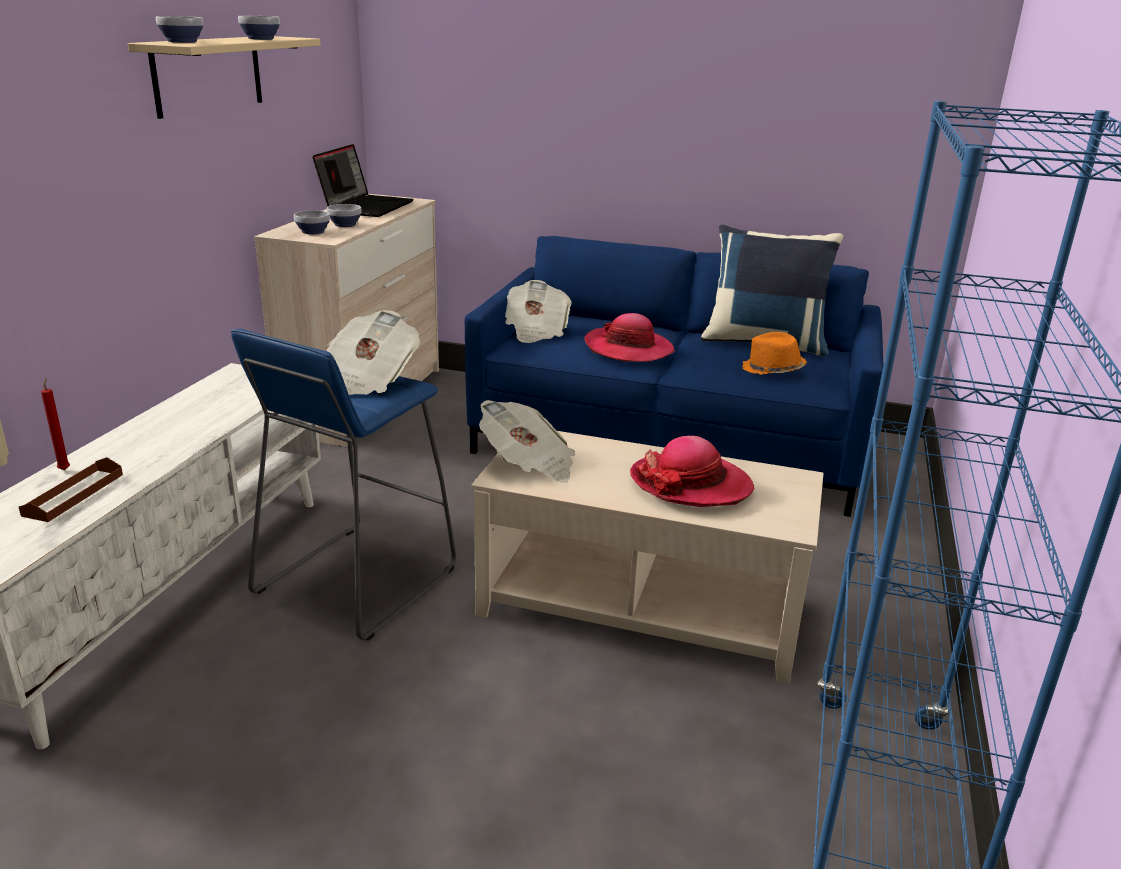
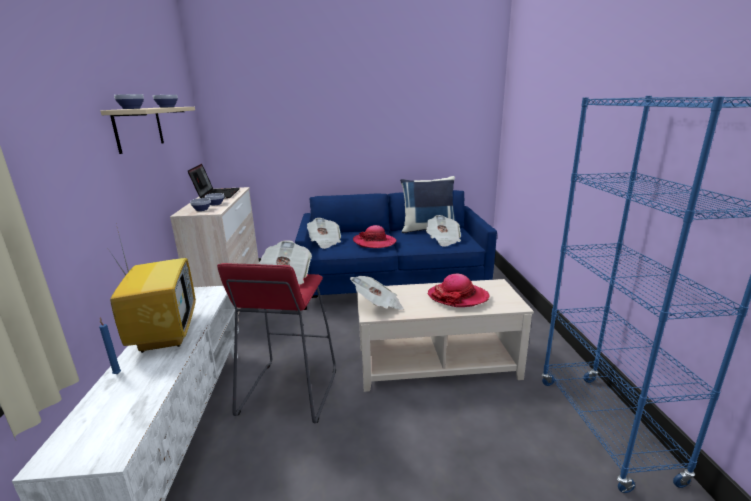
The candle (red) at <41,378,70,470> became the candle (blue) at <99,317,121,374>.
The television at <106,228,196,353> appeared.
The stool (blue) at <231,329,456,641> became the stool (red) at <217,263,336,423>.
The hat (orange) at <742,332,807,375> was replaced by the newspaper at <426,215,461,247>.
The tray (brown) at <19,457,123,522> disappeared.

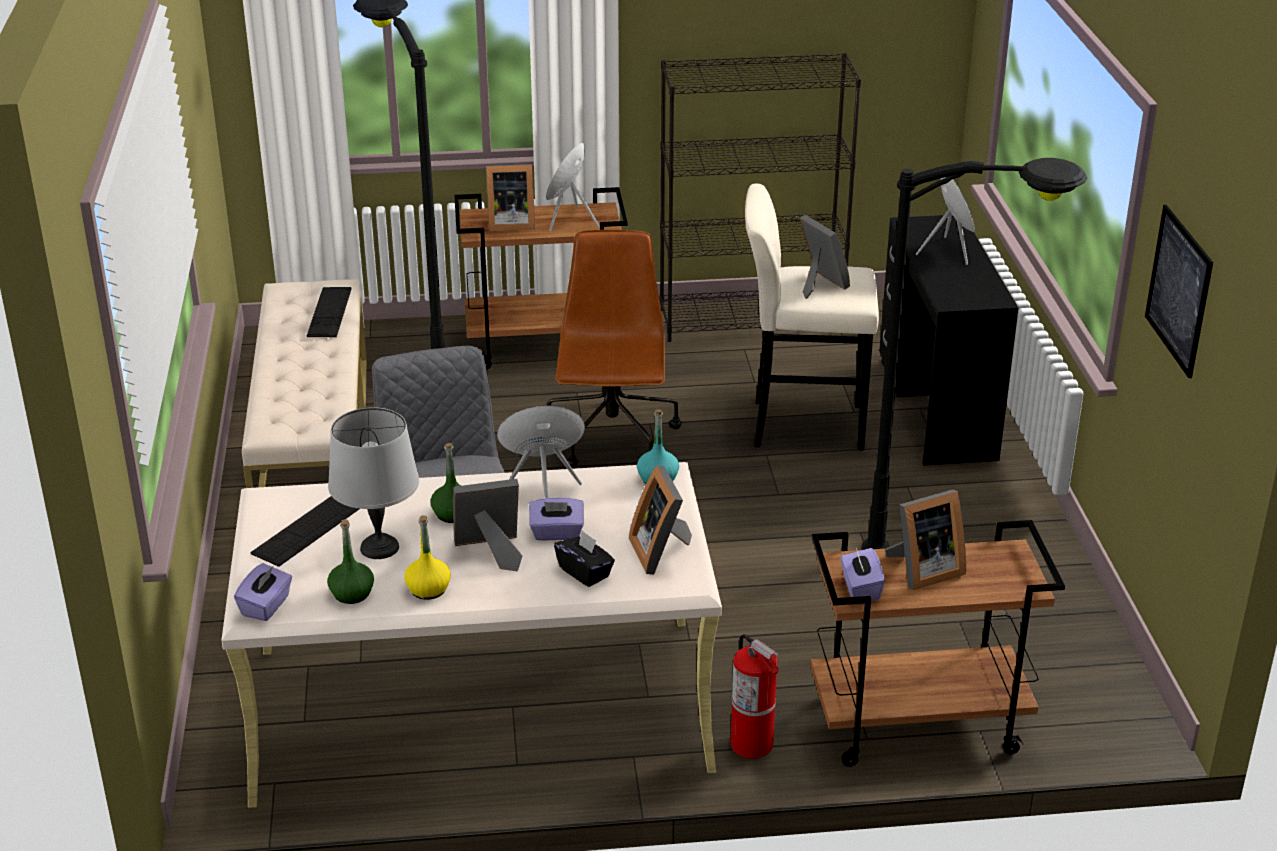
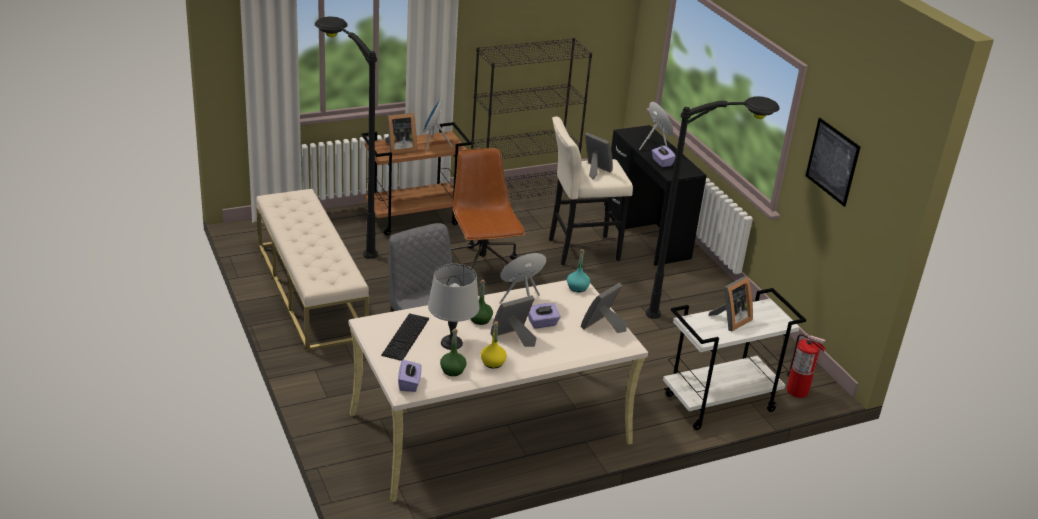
The picture frame at <629,465,692,575> turned 75 degrees clockwise.
The tissue box (purple) moved from <840,548,885,601> to <652,144,676,167>.
The cart (brown) at <810,520,1065,767> became the cart (white) at <663,288,806,430>.
The fire extinguisher moved from <731,634,779,759> to <786,334,827,398>.
The keyboard at <307,287,352,337> disappeared.
The tissue box (black) at <554,530,615,587> disappeared.

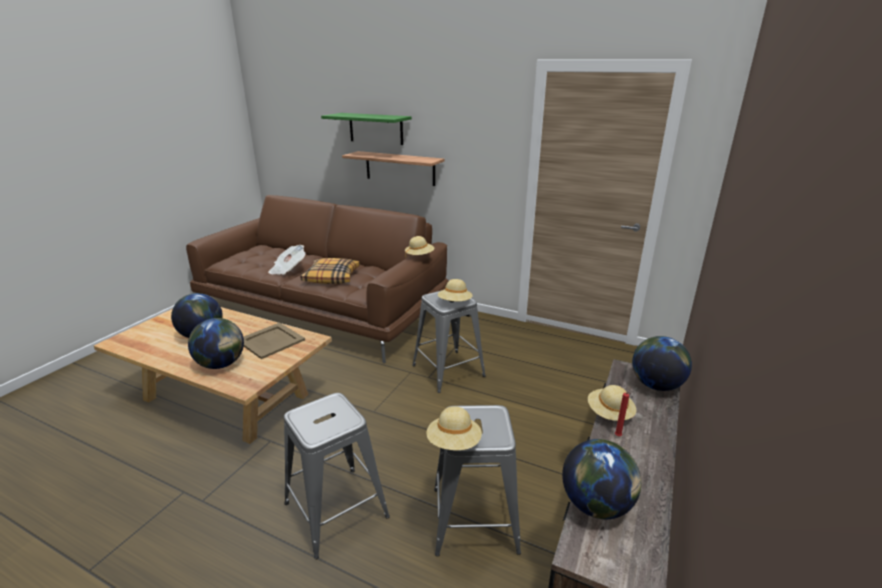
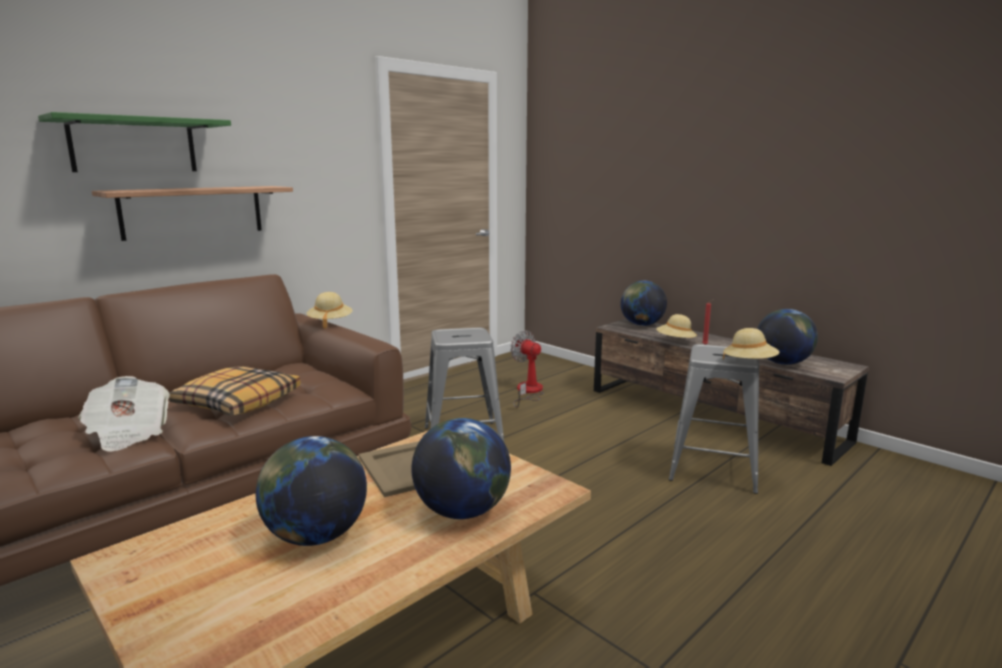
The fan at <510,330,544,407> appeared.
The stool (grey) at <284,393,390,559> disappeared.
The hat (beige) at <438,279,473,301> disappeared.

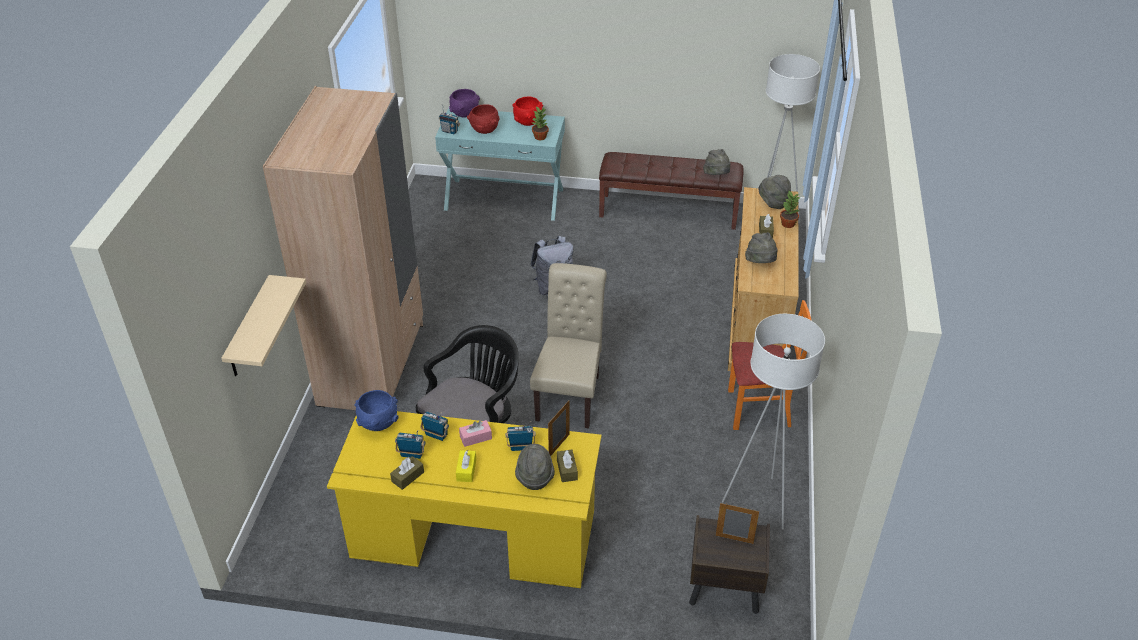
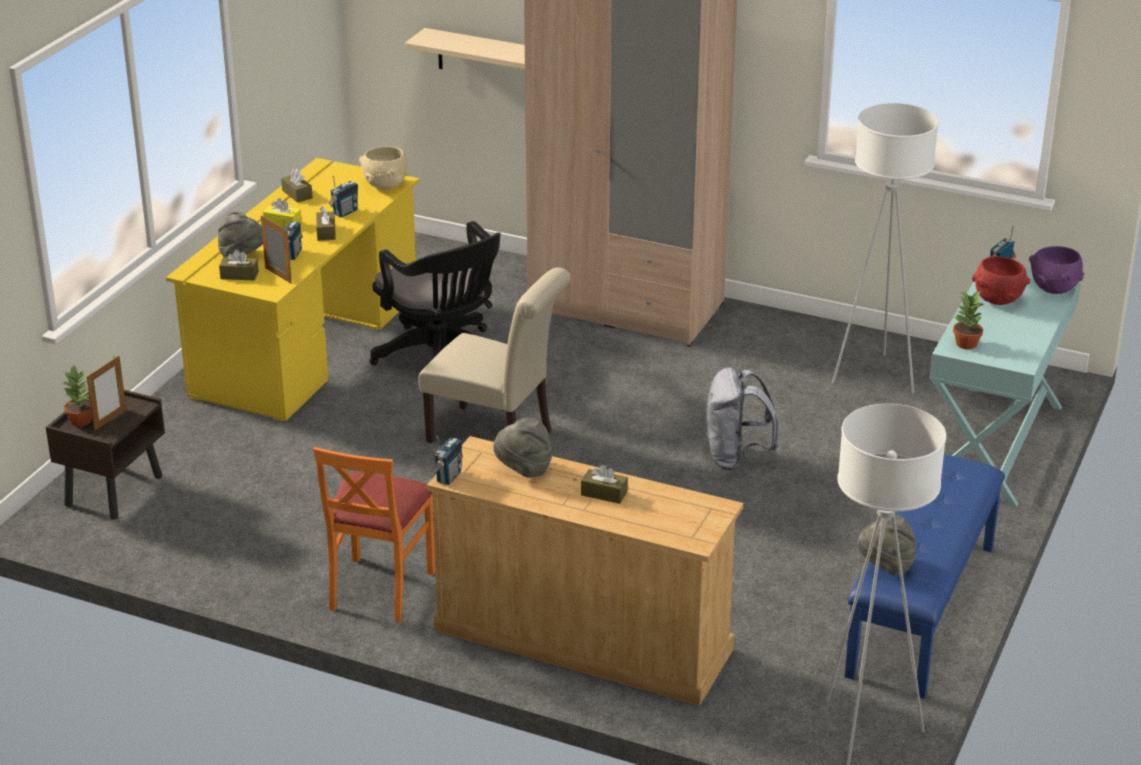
The potted plant moved from <780,191,800,228> to <63,365,92,427>.
The tissue box (pink) at <459,420,492,447> became the tissue box (brown) at <316,206,336,241>.
The bowl (blue) at <354,390,398,431> became the bowl (beige) at <359,146,410,190>.
The radio moved from <395,430,426,459> to <431,436,463,485>.
The floor lamp (white) moved from <722,314,825,530> to <832,103,939,393>.
The bench (brown) at <599,152,744,230> became the bench (blue) at <845,454,1005,699>.
The bowl (red) at <513,96,543,126> disappeared.
The hat (grey) at <759,175,791,209> disappeared.

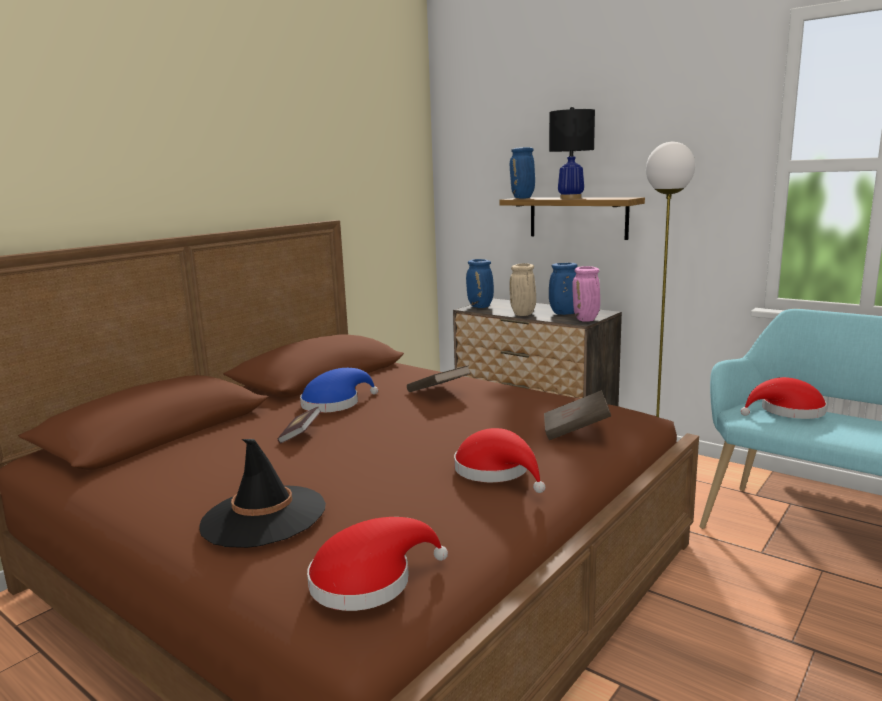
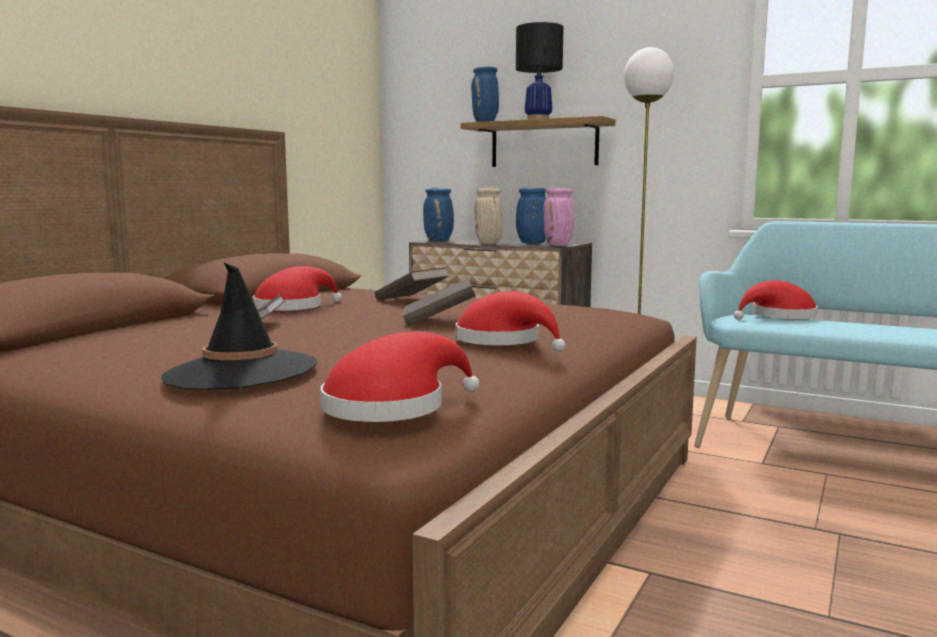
The hat (blue) at <300,368,378,413> became the hat (red) at <253,266,342,311>.
The book (brown) moved from <544,390,611,440> to <403,278,476,326>.

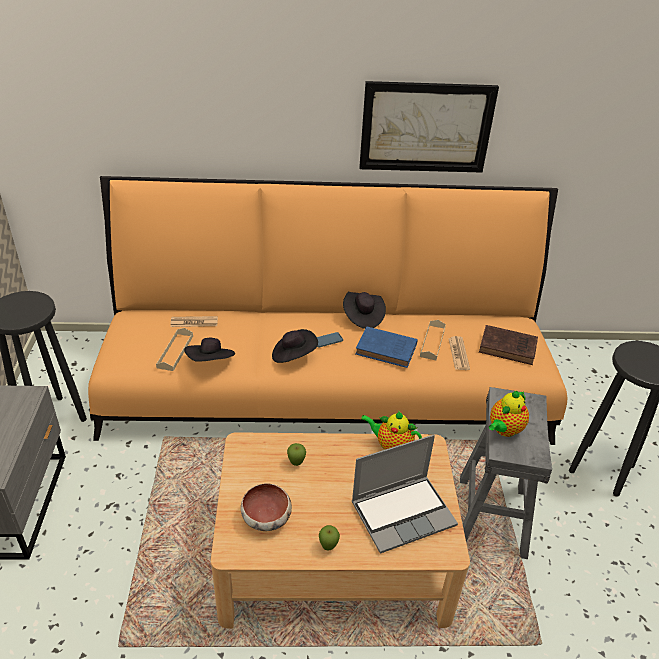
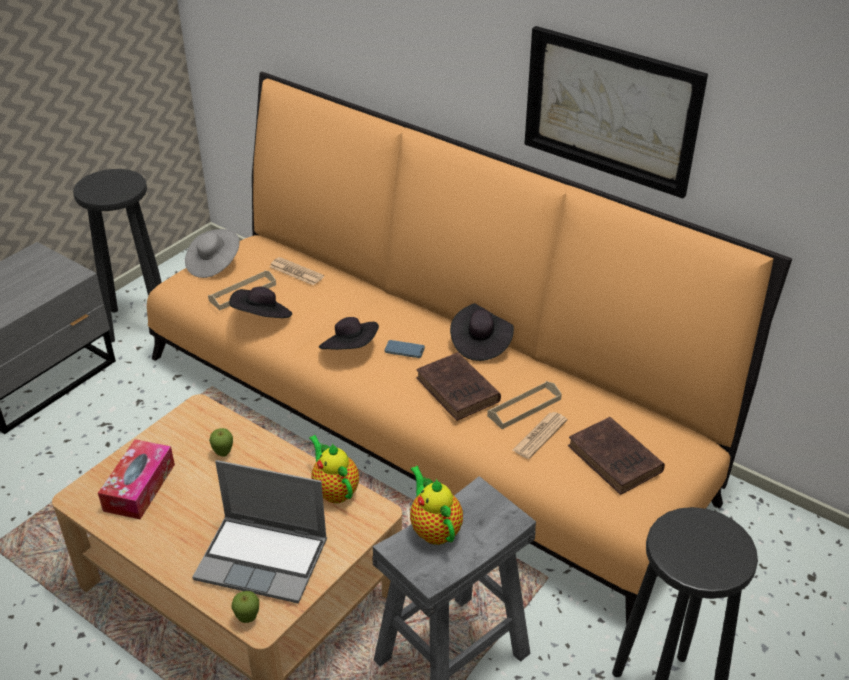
The bowl at <241,483,292,531> was replaced by the tissue box at <98,439,175,519>.
The hat (grey) at <185,229,240,278> appeared.
The apple moved from <319,525,340,551> to <232,591,259,623>.
The teapot at <489,391,529,437> turned 75 degrees clockwise.
The book (blue) at <355,327,418,368> became the book (brown) at <416,352,501,421>.

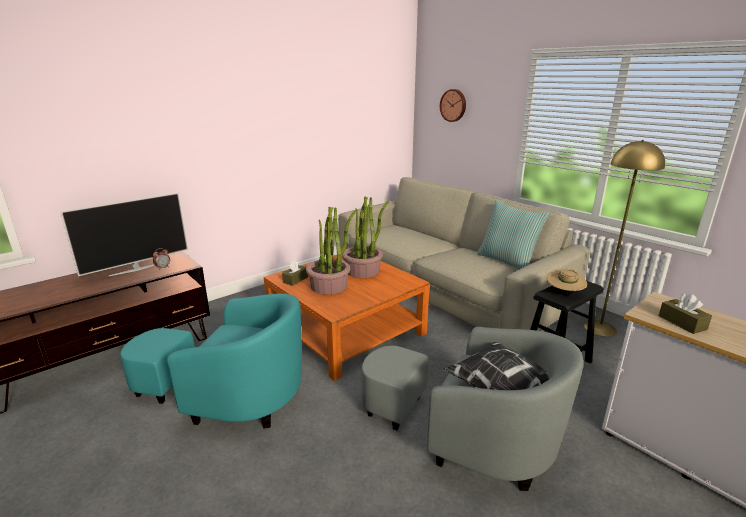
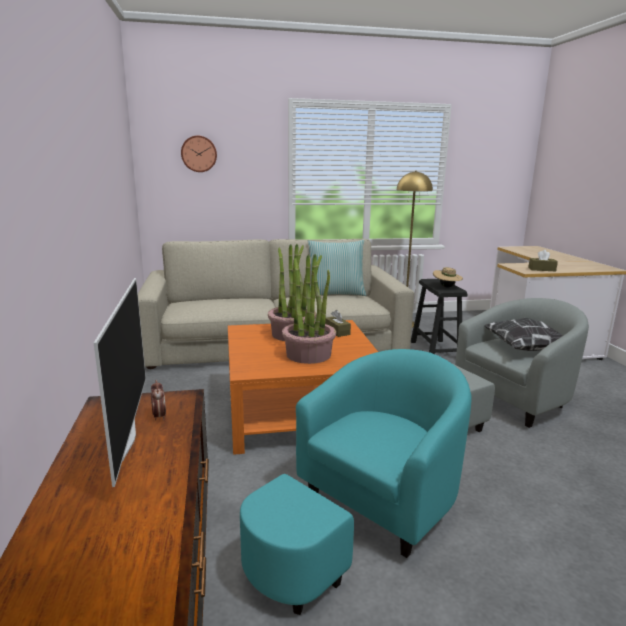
The tissue box (brown) moved from <282,261,308,286> to <325,310,351,337>.

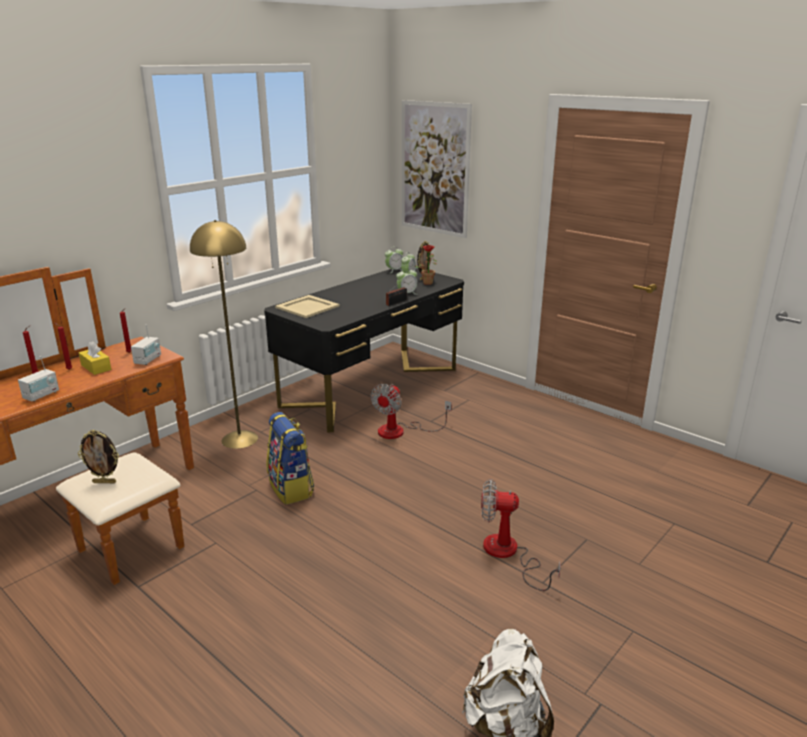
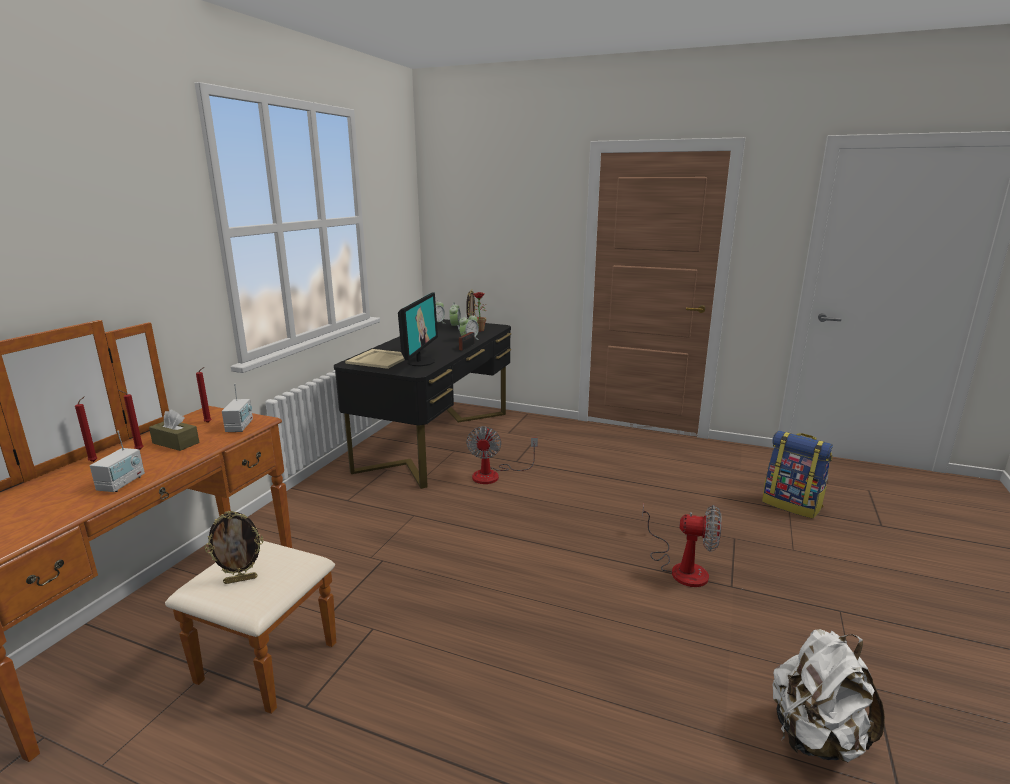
The tissue box (yellow) at <79,341,111,375> became the tissue box (brown) at <149,409,199,451>.
The monitor at <398,292,438,367> appeared.
The fan at <481,479,561,591> turned 150 degrees counterclockwise.
The backpack moved from <267,412,315,505> to <762,431,833,519>.
The floor lamp (yellow) at <190,220,258,449> disappeared.
The picture at <402,100,472,238> disappeared.

